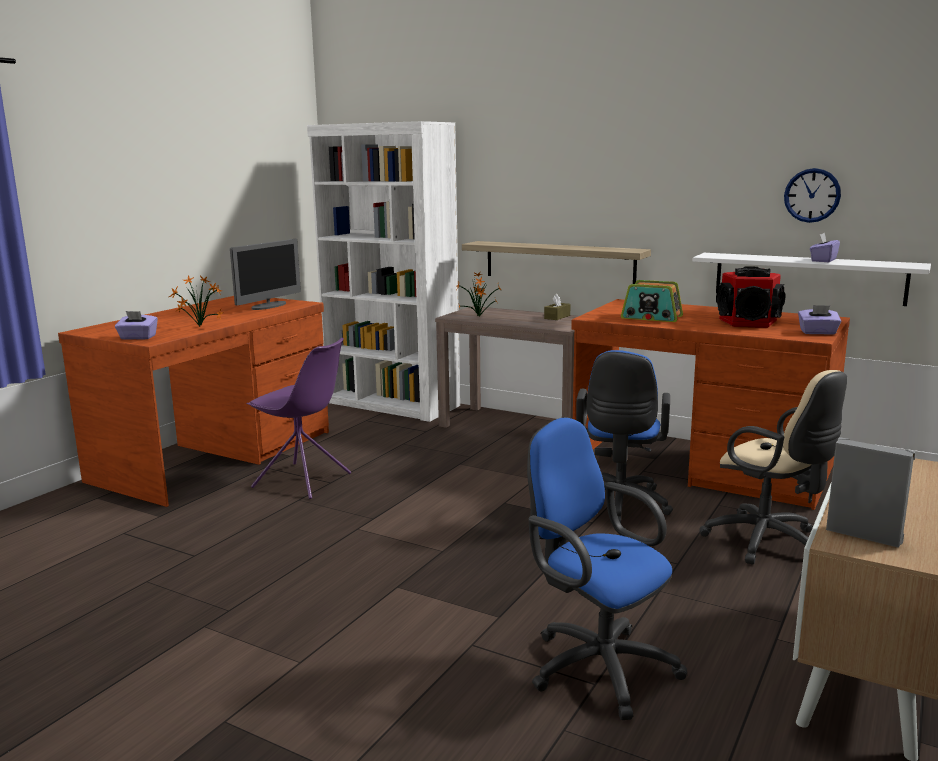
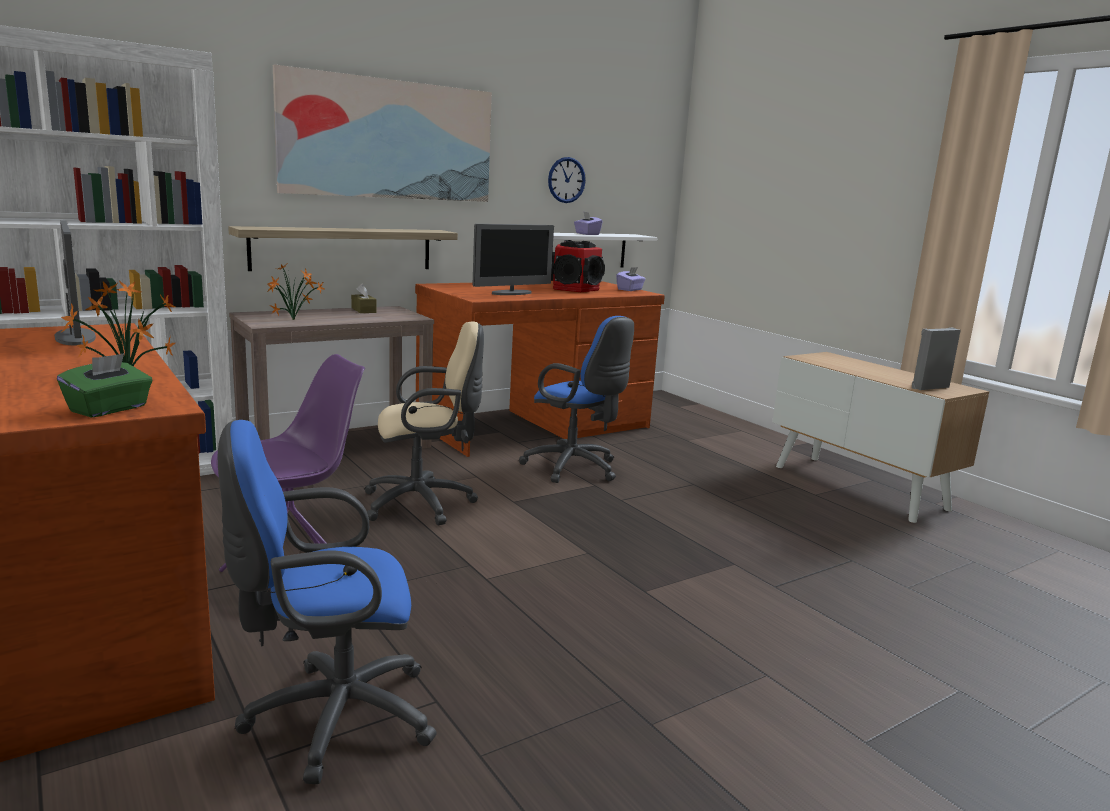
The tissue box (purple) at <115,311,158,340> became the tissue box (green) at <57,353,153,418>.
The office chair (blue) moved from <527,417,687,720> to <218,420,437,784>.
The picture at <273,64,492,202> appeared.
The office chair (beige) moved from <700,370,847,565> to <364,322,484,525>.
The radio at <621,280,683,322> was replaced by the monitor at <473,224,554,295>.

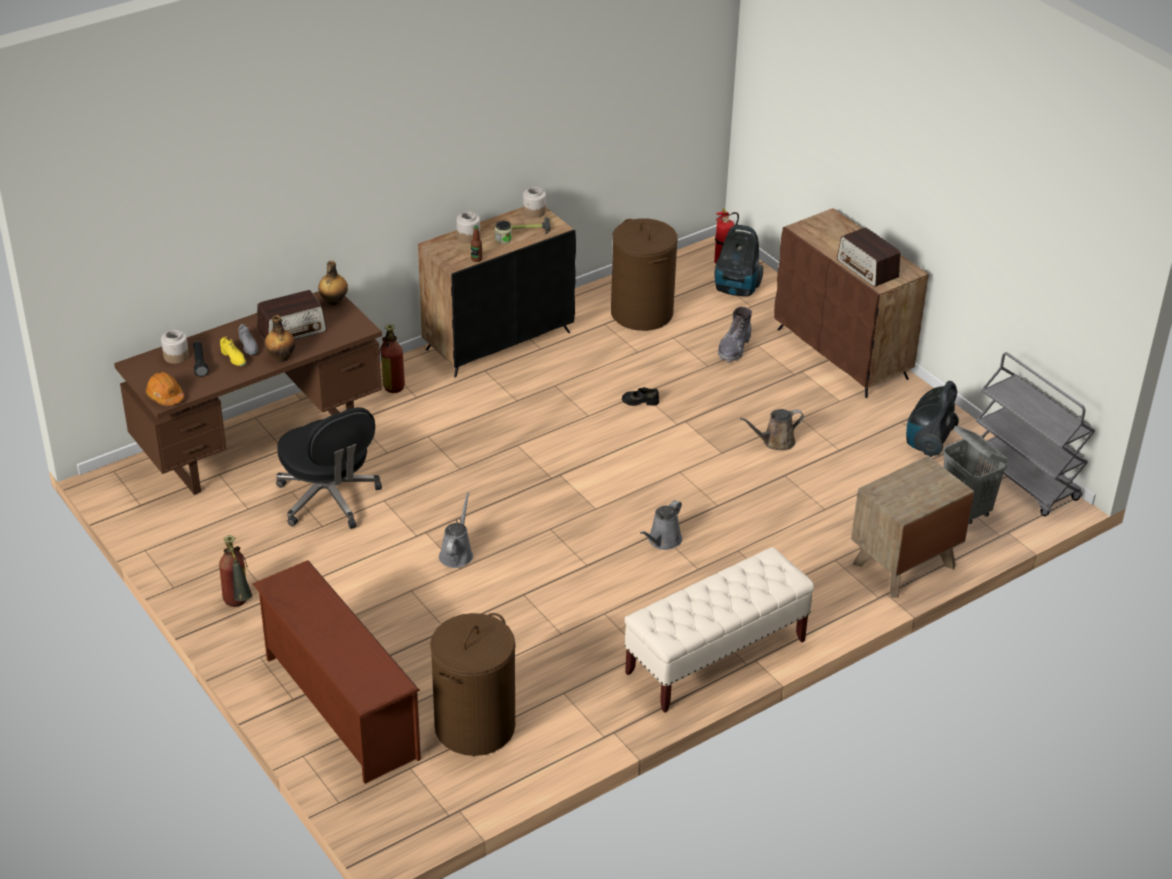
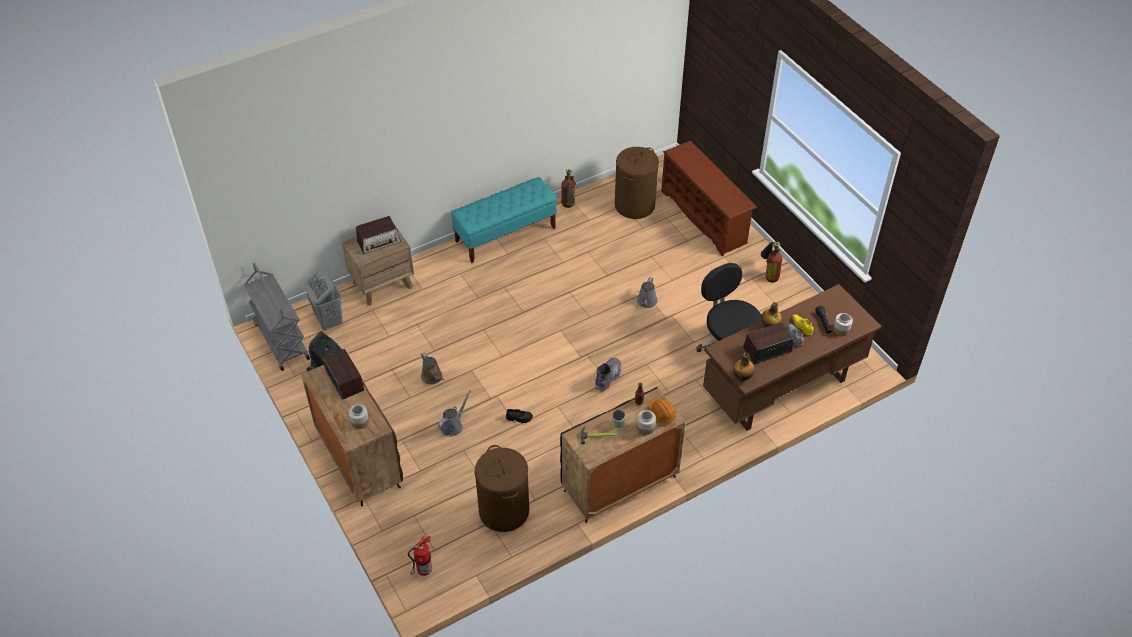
The jar moved from <523,187,546,218> to <349,404,369,429>.
The radio at <356,216,401,254> appeared.
The watering can (brown) at <740,409,804,450> turned 75 degrees clockwise.
The watering can (grey) moved from <640,500,682,550> to <438,390,471,437>.
The bench (beige) at <625,547,814,713> became the bench (turquoise) at <451,177,557,263>.
The fire extinguisher moved from <379,324,405,393> to <561,169,576,208>.
The boot (grey) moved from <718,307,752,363> to <595,358,622,392>.
The hard hat (orange) moved from <146,372,184,406> to <648,399,676,423>.
The vacuum cleaner at <714,225,763,296> disappeared.

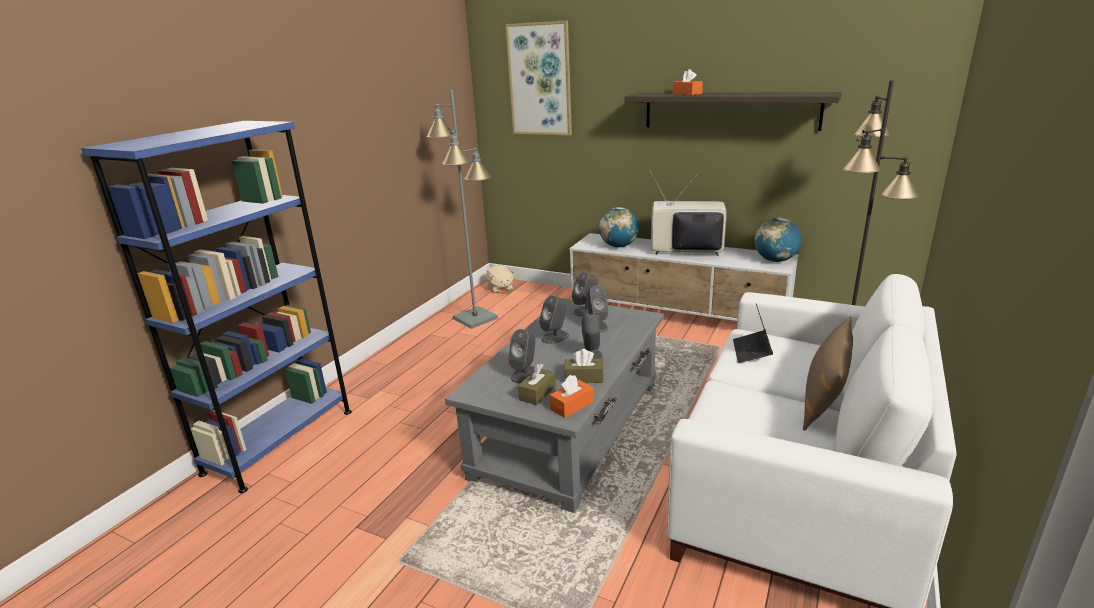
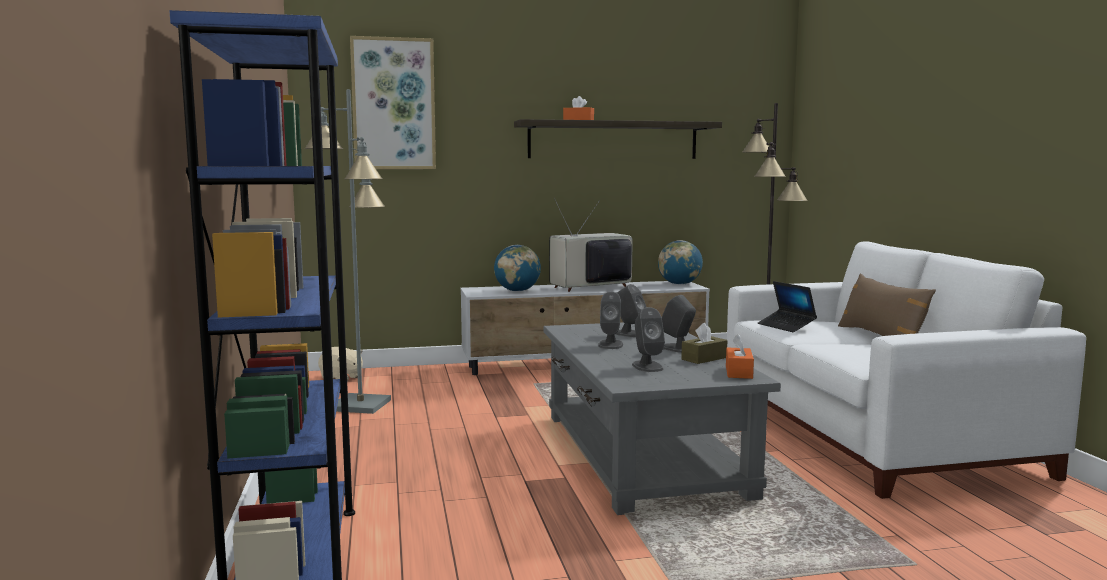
The tissue box (brown) at <518,363,556,405> disappeared.
The speaker (grey) at <572,272,599,317> disappeared.

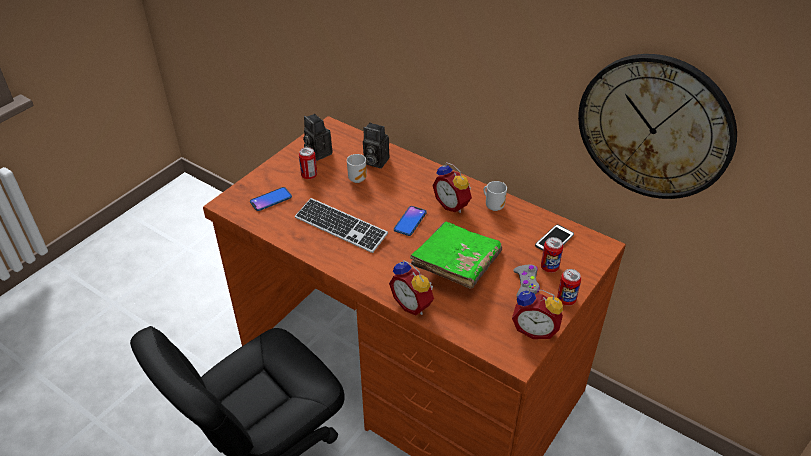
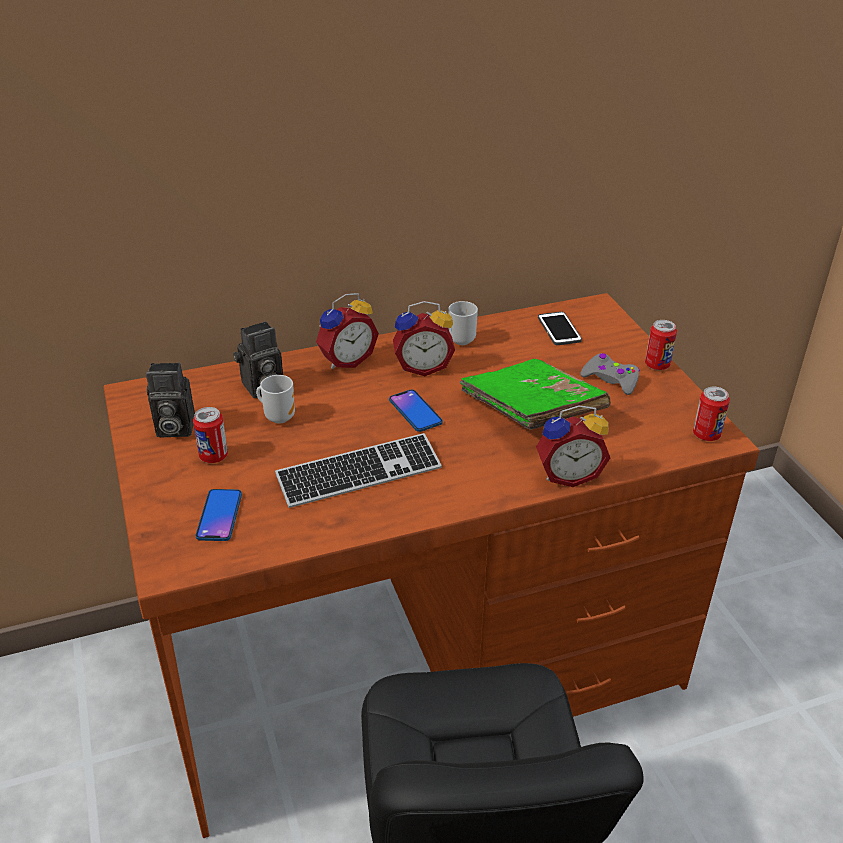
The alarm clock moved from <512,289,563,339> to <316,293,379,369>.
The can moved from <541,237,563,273> to <693,386,730,441>.
The wall clock at <578,54,737,199> disappeared.

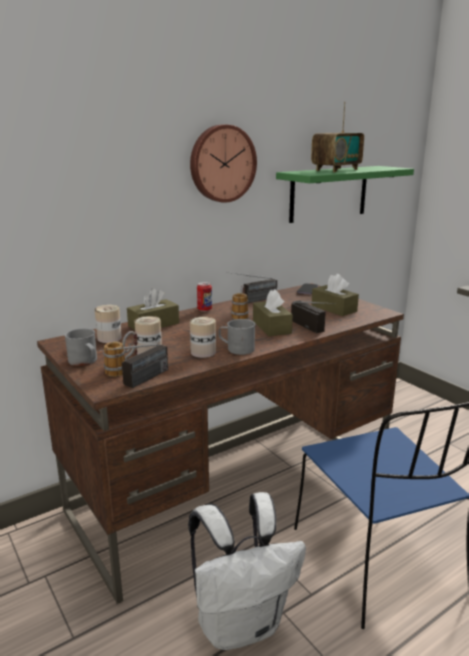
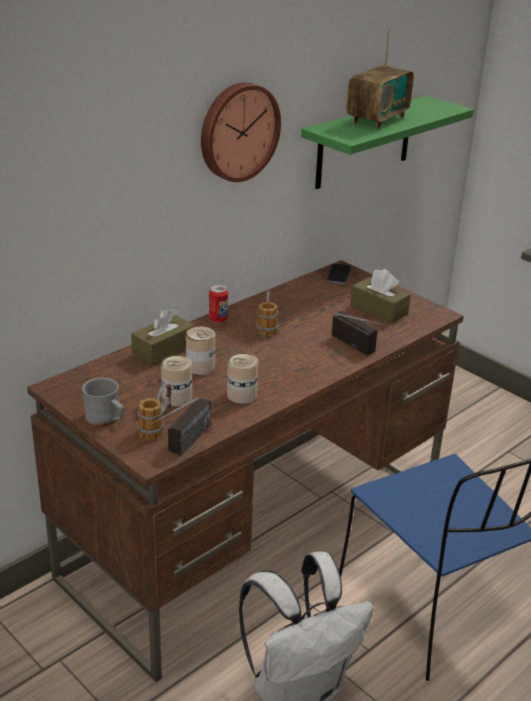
The can moved from <95,305,122,343> to <186,327,215,375>.
The mug (grey) at <219,319,256,355> disappeared.
The radio at <226,272,277,303> disappeared.
The tissue box (brown) at <253,289,293,336> disappeared.

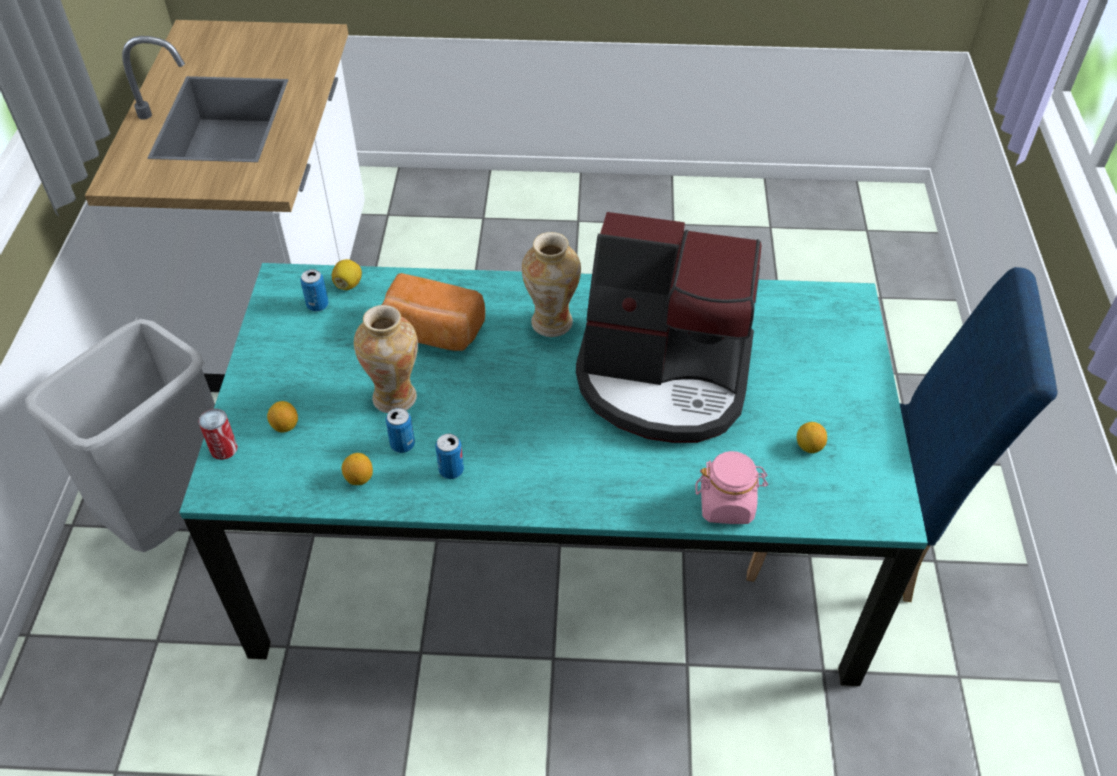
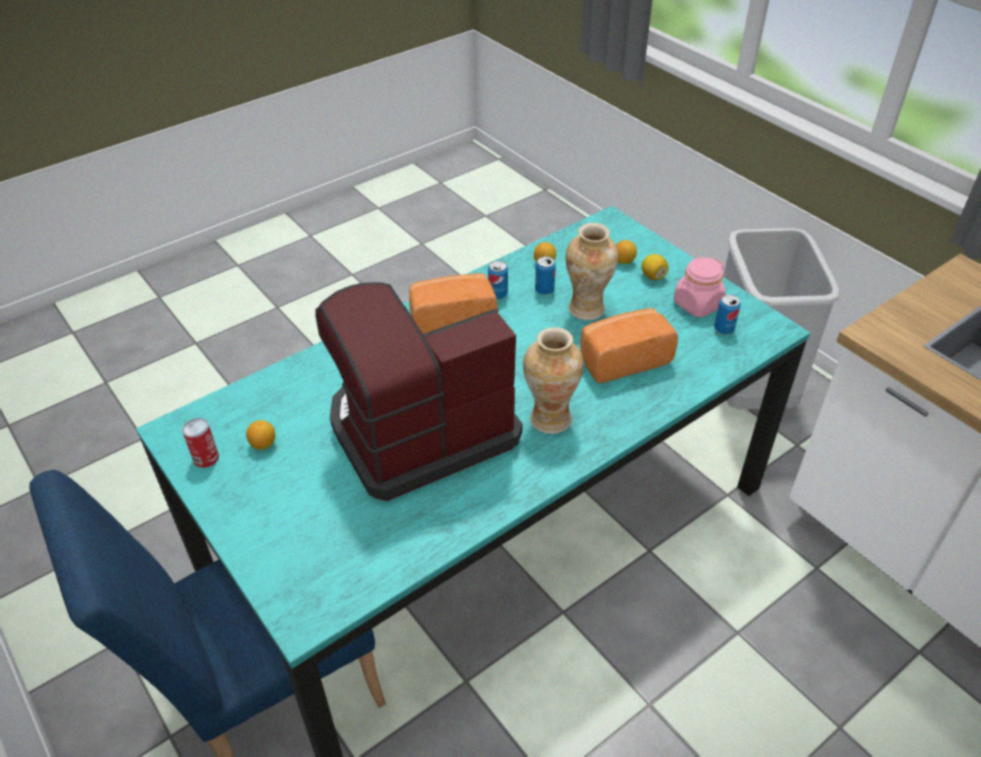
The can moved from <199,409,238,460> to <182,418,219,468>.
The bread at <409,273,498,334> appeared.
The lemon moved from <332,259,362,290> to <641,254,669,280>.
The jar (pink) moved from <695,451,768,524> to <674,257,726,317>.

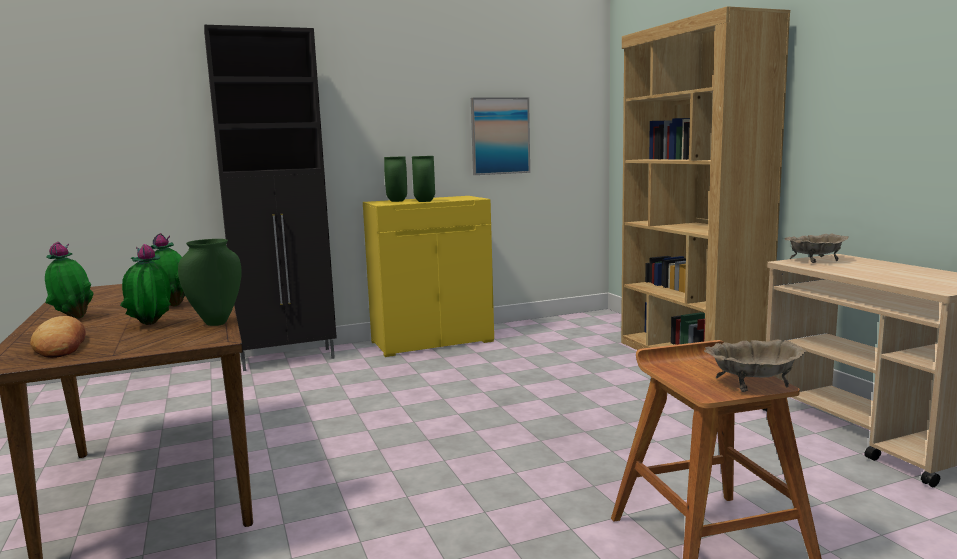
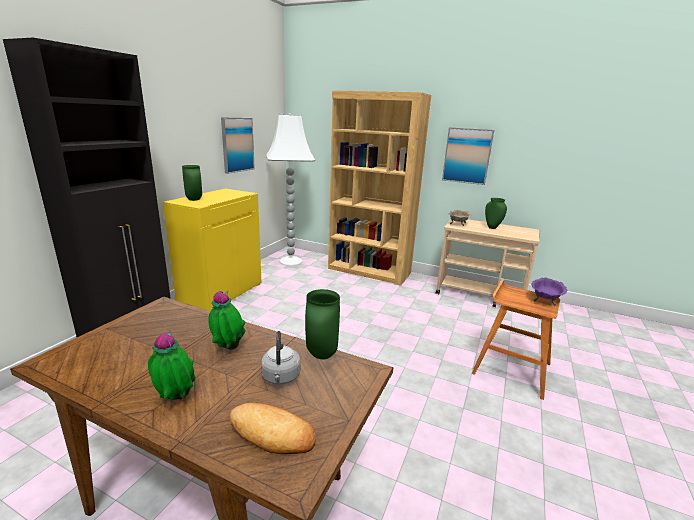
The potted plant at <120,244,171,325> was replaced by the kettle (grey) at <261,331,301,385>.
The floor lamp (white) at <266,113,315,266> appeared.
The picture at <442,127,494,185> appeared.
The vase (green) moved from <412,156,435,202> to <485,198,507,229>.
The bowl (beige) at <704,340,806,392> became the bowl (purple) at <531,277,567,306>.

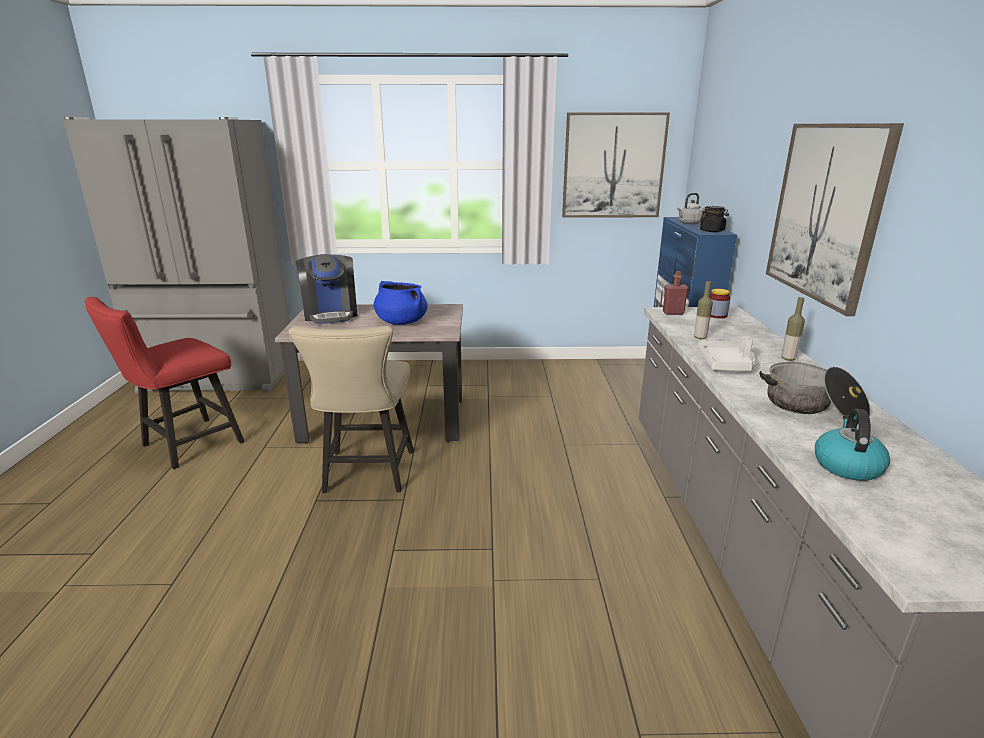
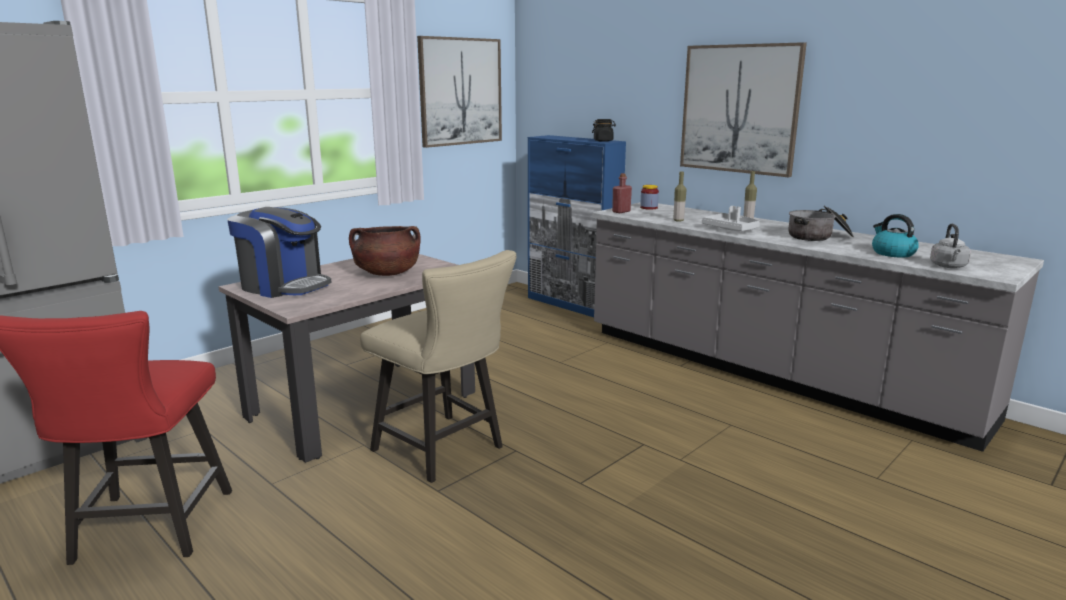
The cooking pot (blue) at <373,281,428,325> became the cooking pot (brown) at <349,226,421,276>.
The kettle (grey) moved from <677,193,704,224> to <930,224,971,268>.

